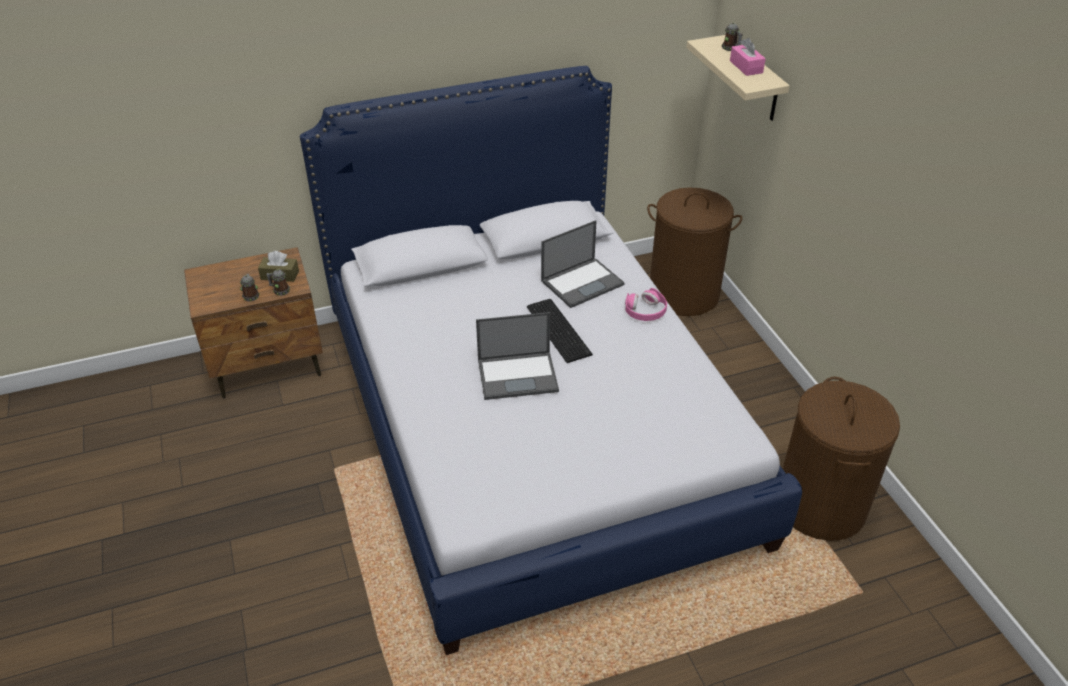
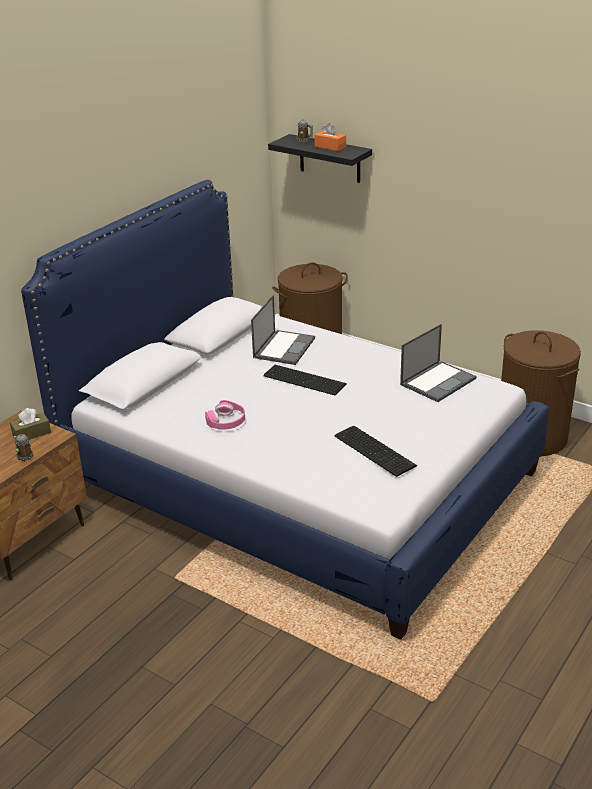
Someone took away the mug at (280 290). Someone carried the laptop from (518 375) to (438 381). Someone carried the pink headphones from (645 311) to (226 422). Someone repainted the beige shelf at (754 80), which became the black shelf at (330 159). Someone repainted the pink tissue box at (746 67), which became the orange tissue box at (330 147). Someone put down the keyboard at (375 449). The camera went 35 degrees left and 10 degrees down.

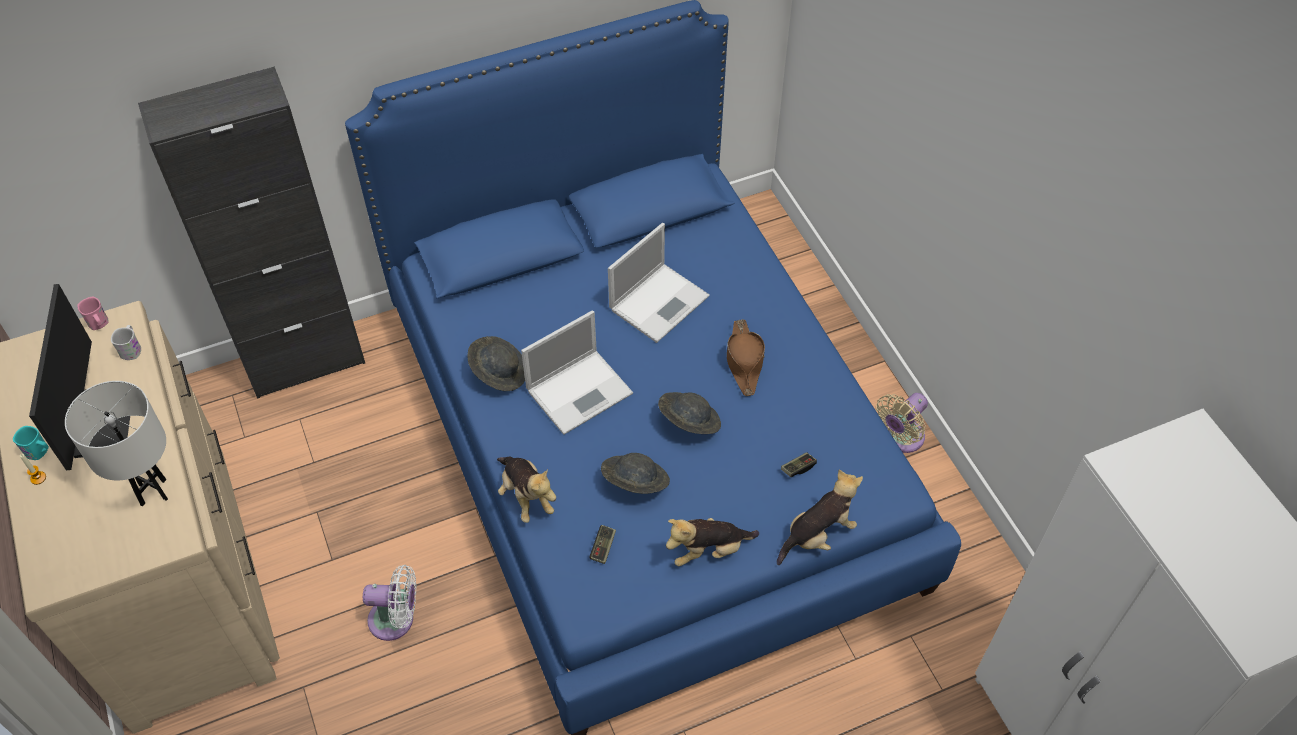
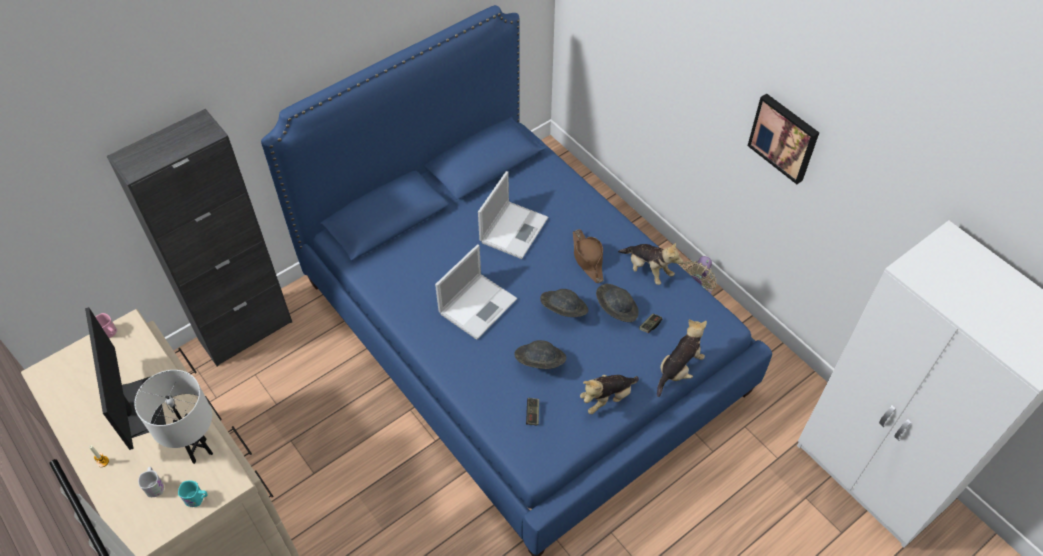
Someone carried the turquoise mug from (40 452) to (197 499). Someone carried the white mug from (131 349) to (155 485). Someone took away the white fan at (396 620). Someone carried the grey hat from (499 372) to (616 309). Someone carried the plush toy from (526 496) to (648 270). Someone put up the picture at (784 137). The camera went 15 degrees left and 0 degrees up.

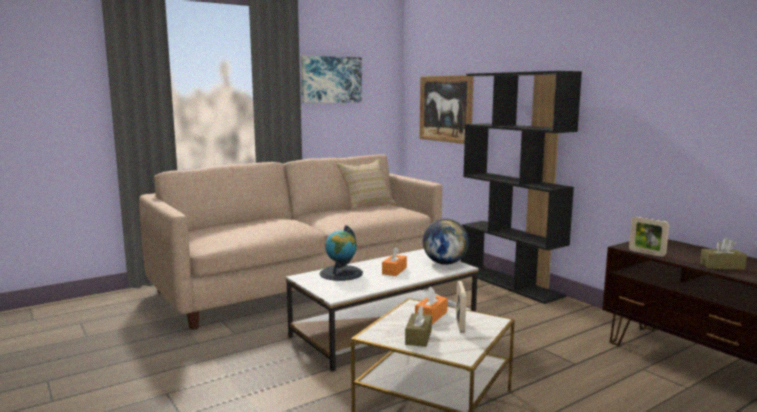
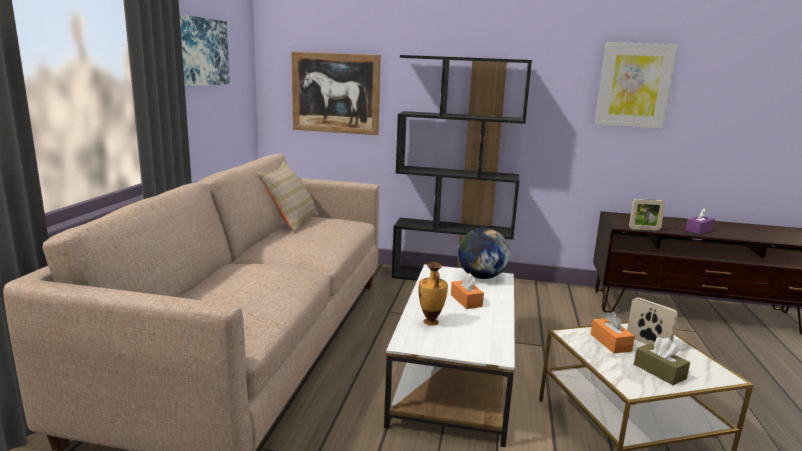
Someone swapped the globe at (341 273) for the vase at (430 322). Someone repainted the brown tissue box at (722 266), which became the purple tissue box at (698 230). Someone put up the picture at (634 85). The camera went 45 degrees left and 5 degrees up.

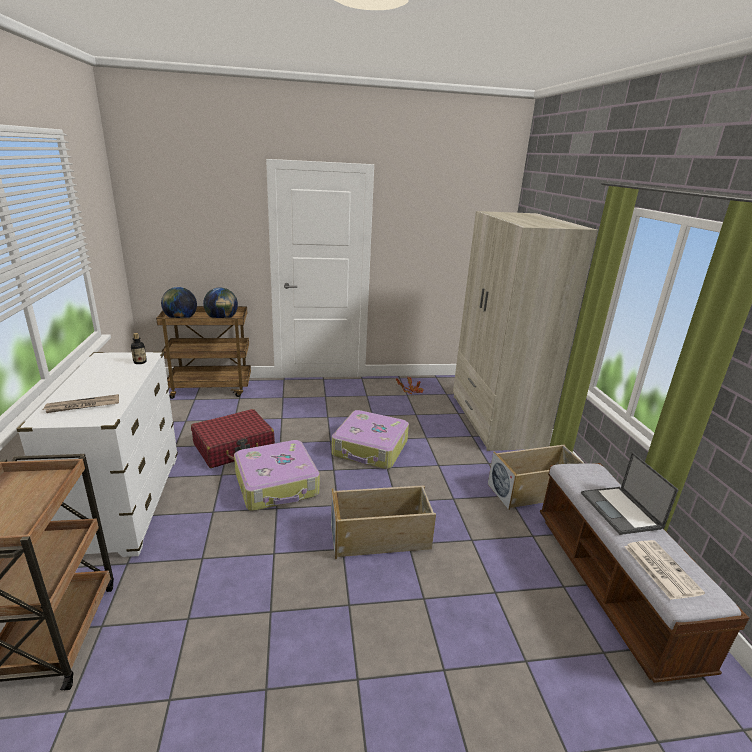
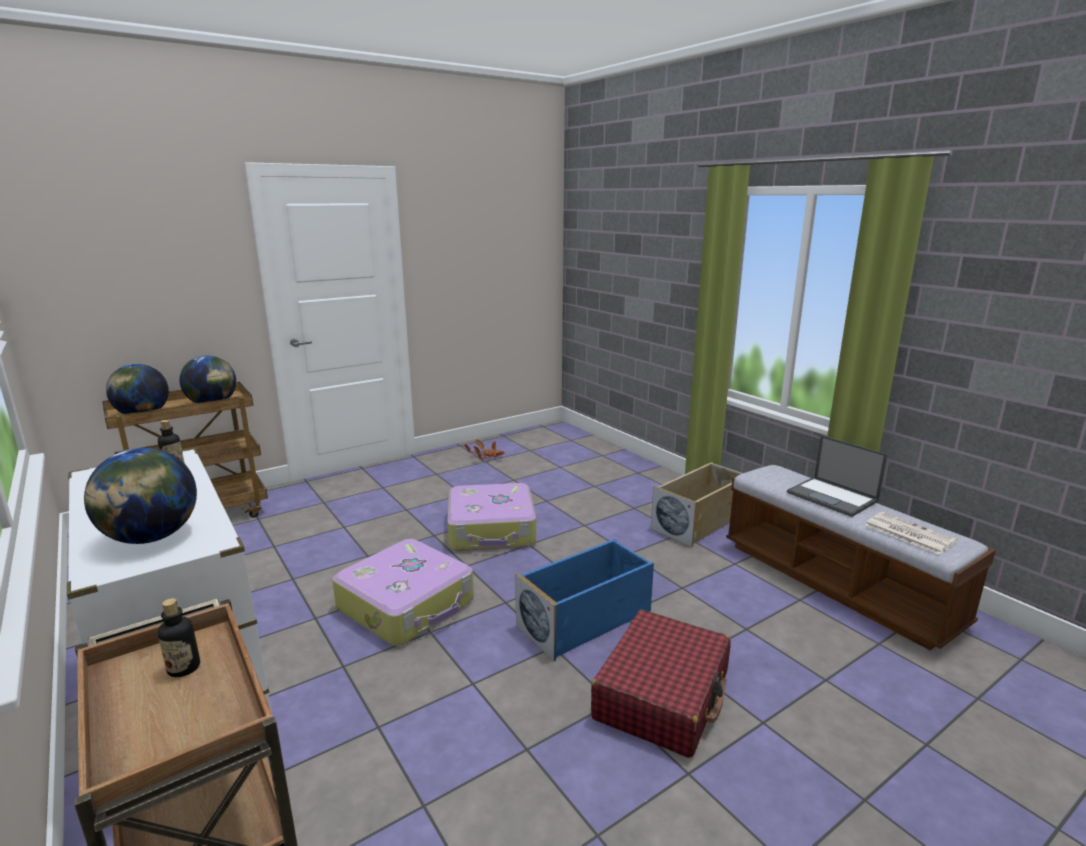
Someone swapped the newspaper at (82 406) for the globe at (151 537). Someone carried the red suitcase from (234 447) to (662 695). Someone repainted the beige storage box at (380 537), which became the blue storage box at (585 618). Someone took away the beige wardrobe at (495 421). Someone put down the bottle at (184 668). The camera went 25 degrees left and 5 degrees down.

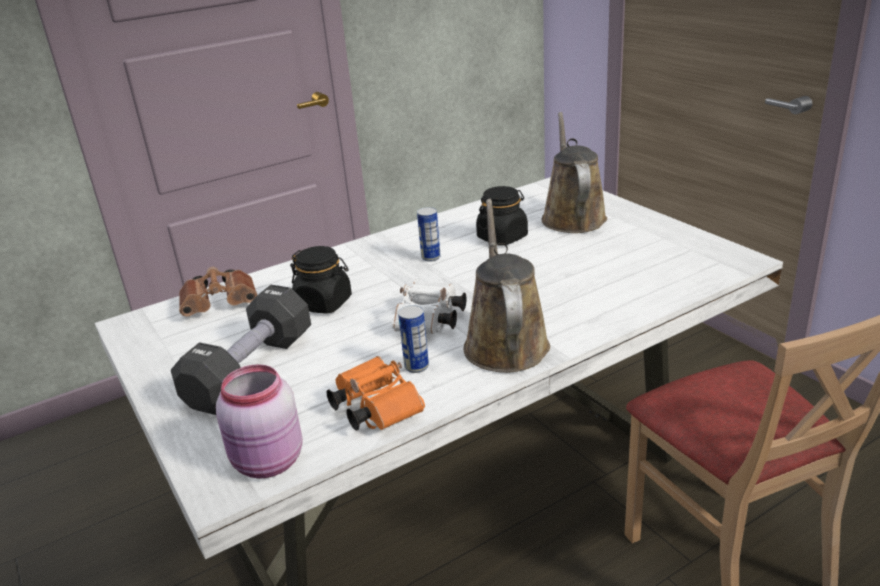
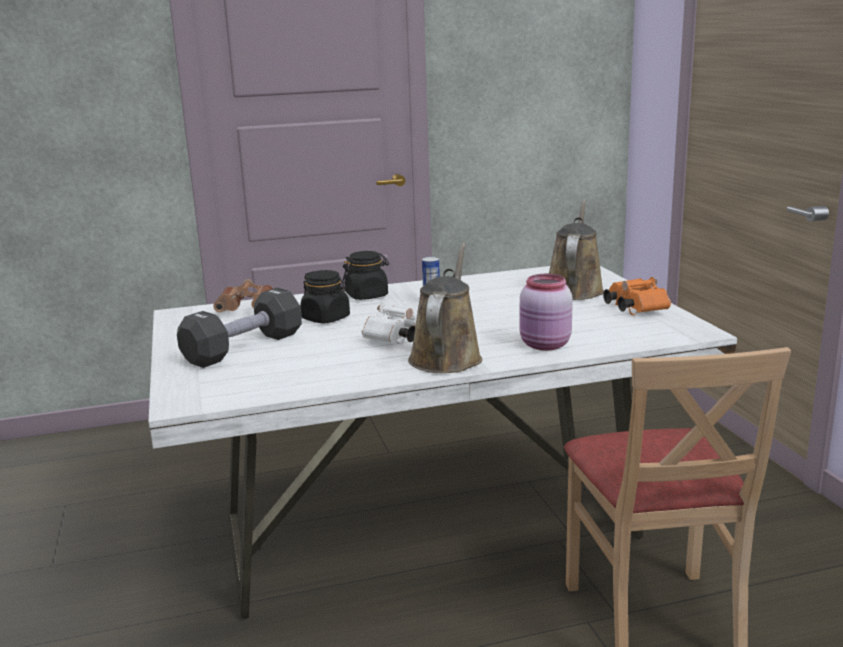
Someone carried the pink jar from (269 463) to (545 345). Someone carried the orange binoculars from (374 408) to (634 308). Someone took away the can at (416 366). Someone carried the black jar from (502 237) to (367 295). The camera went 15 degrees right and 10 degrees down.

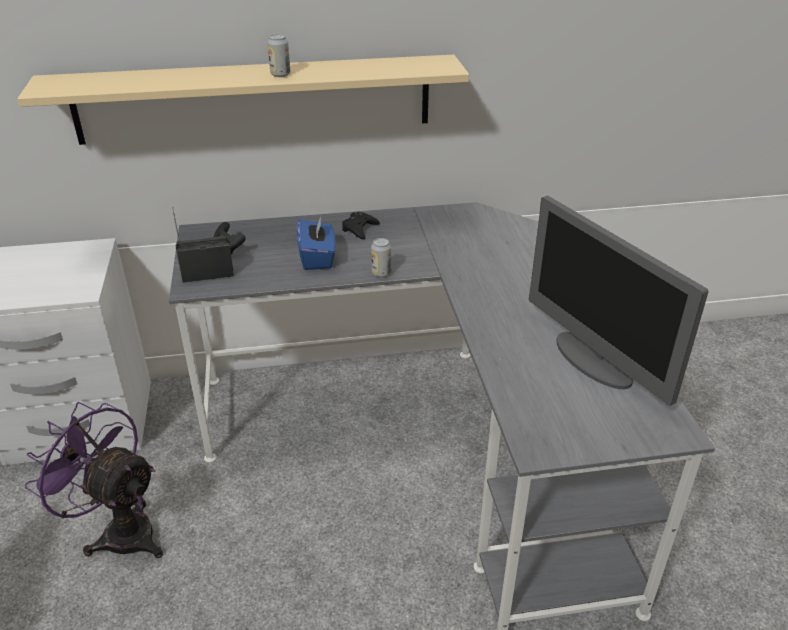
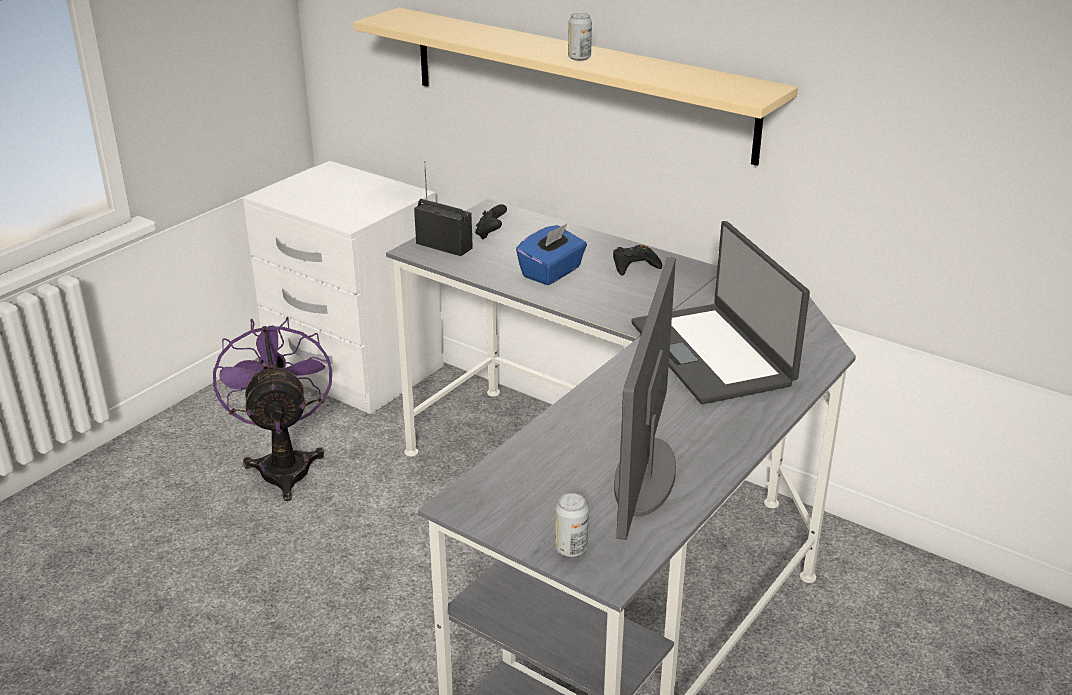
Someone carried the can from (381 273) to (571 549). Someone put down the laptop at (713 353). The camera went 45 degrees right and 5 degrees down.

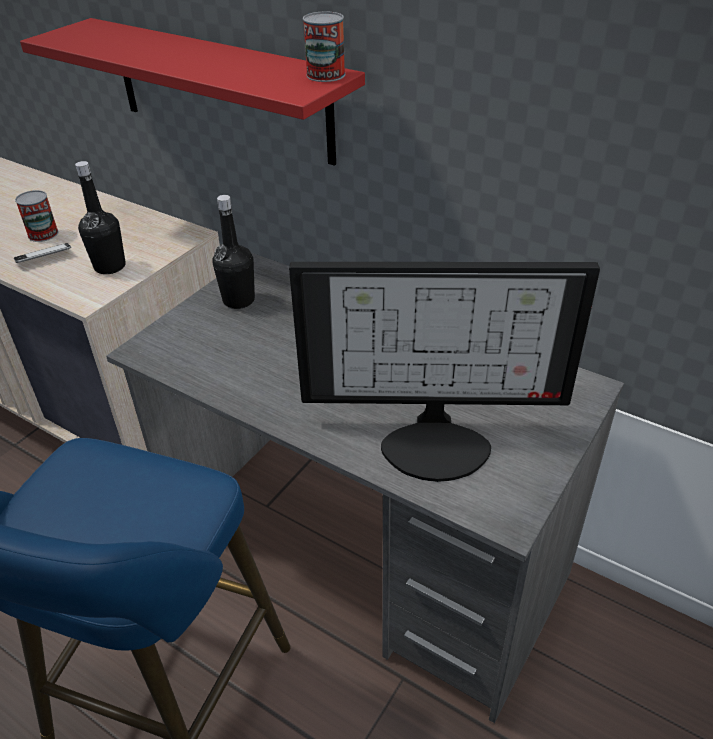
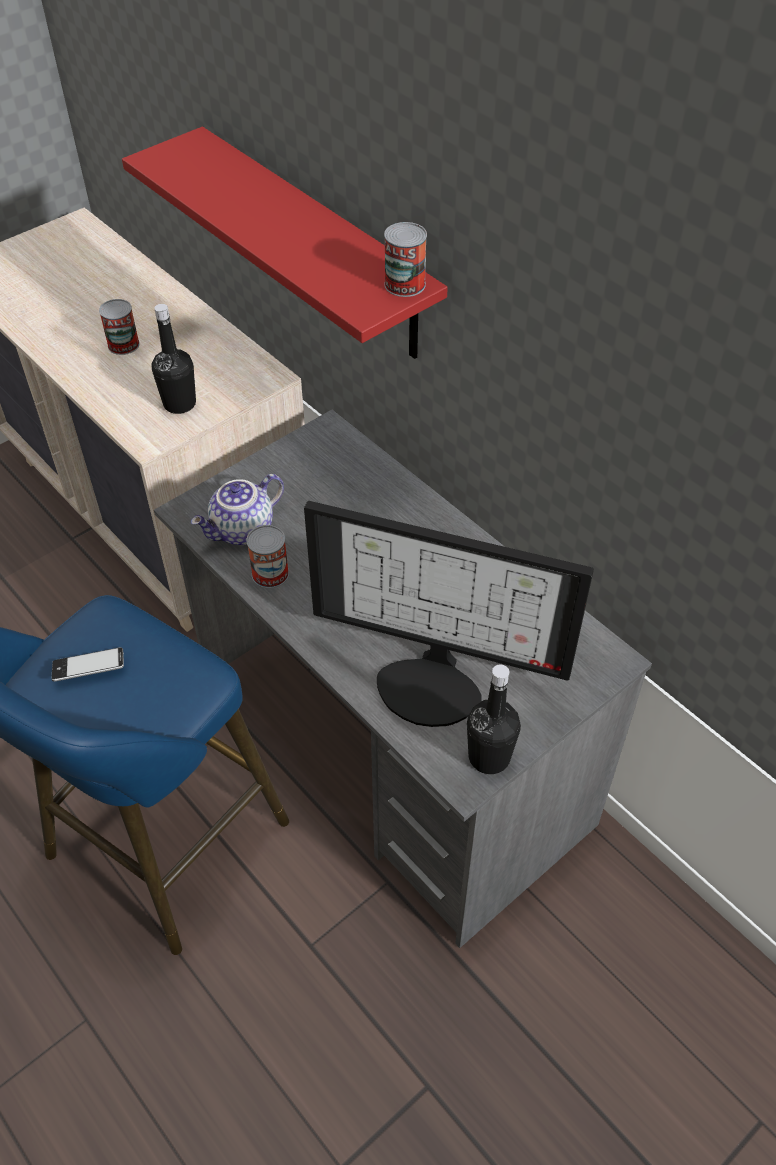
Someone carried the phone from (44 257) to (89 668). Someone carried the black bottle from (239 300) to (489 757). Someone put down the teapot at (243 531). Someone put down the can at (270 574). The camera went 15 degrees right and 10 degrees up.

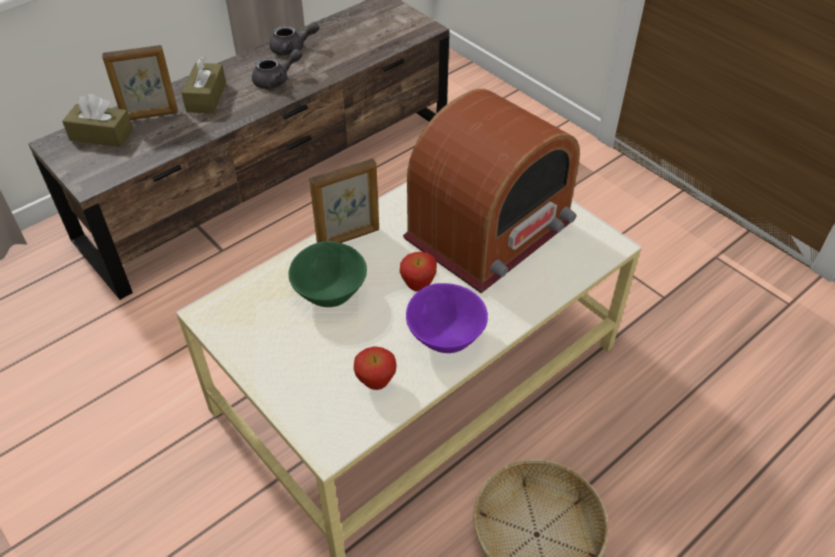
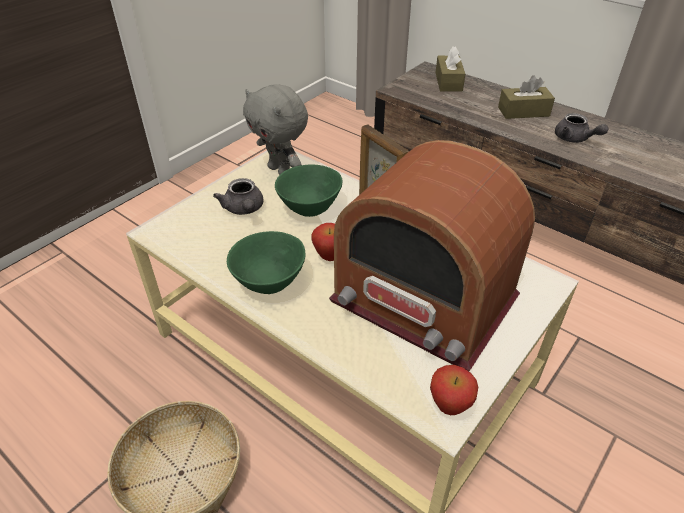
Someone took away the picture frame at (150 115). Someone carried the grey teapot from (292 49) to (244 209). Someone carried the apple from (376 383) to (449 406). Someone repainted the purple bowl at (443 338), which became the green bowl at (268 281). Someone put down the grey plush toy at (281 171). The camera went 80 degrees right and 5 degrees down.

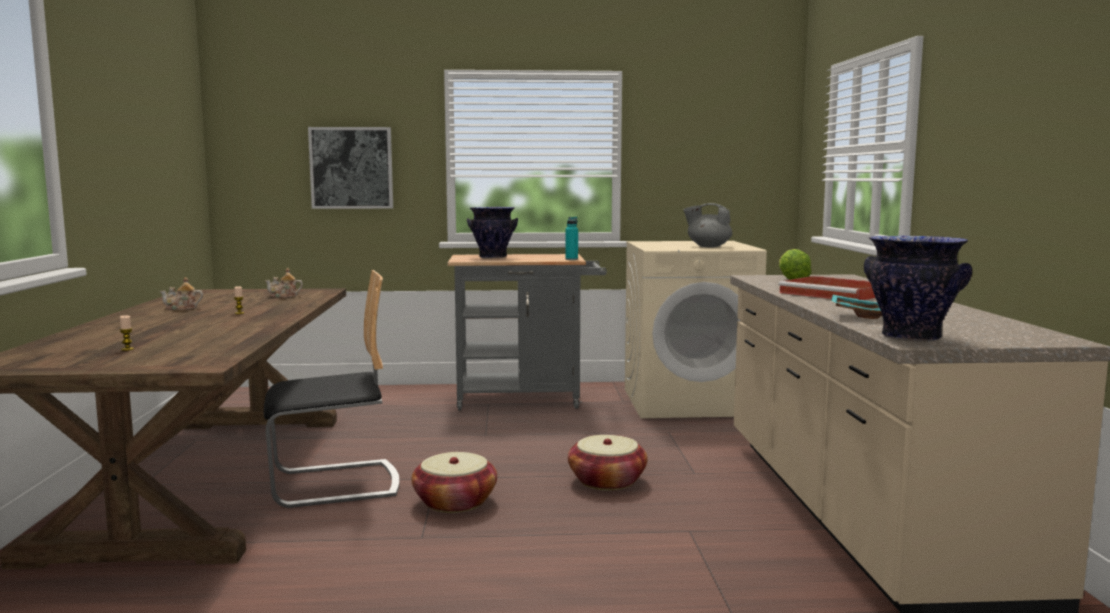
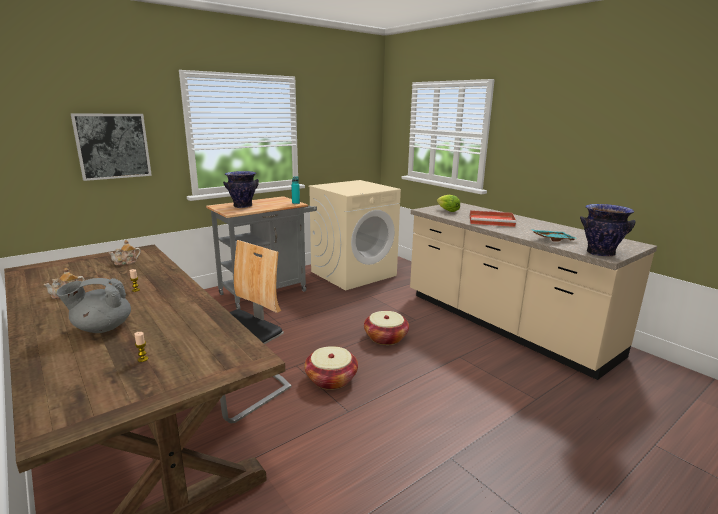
Someone carried the grey teapot from (708 246) to (102 328). The camera went 35 degrees left and 10 degrees up.

